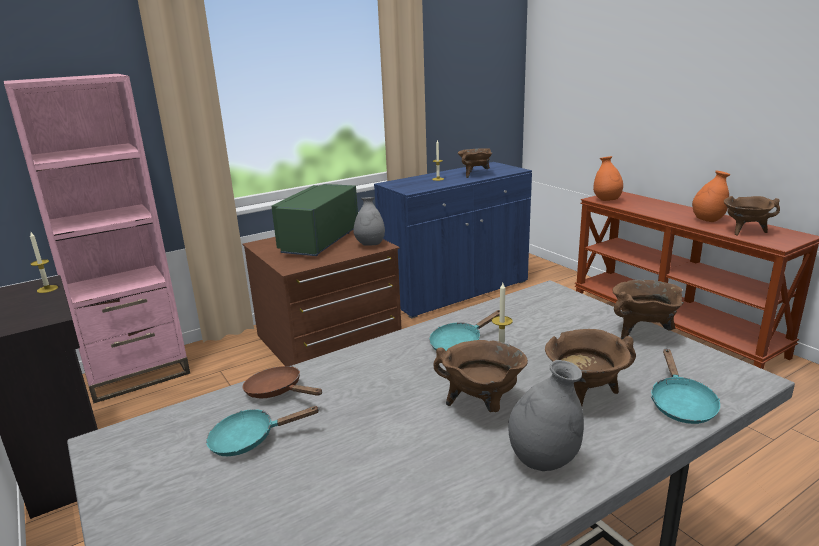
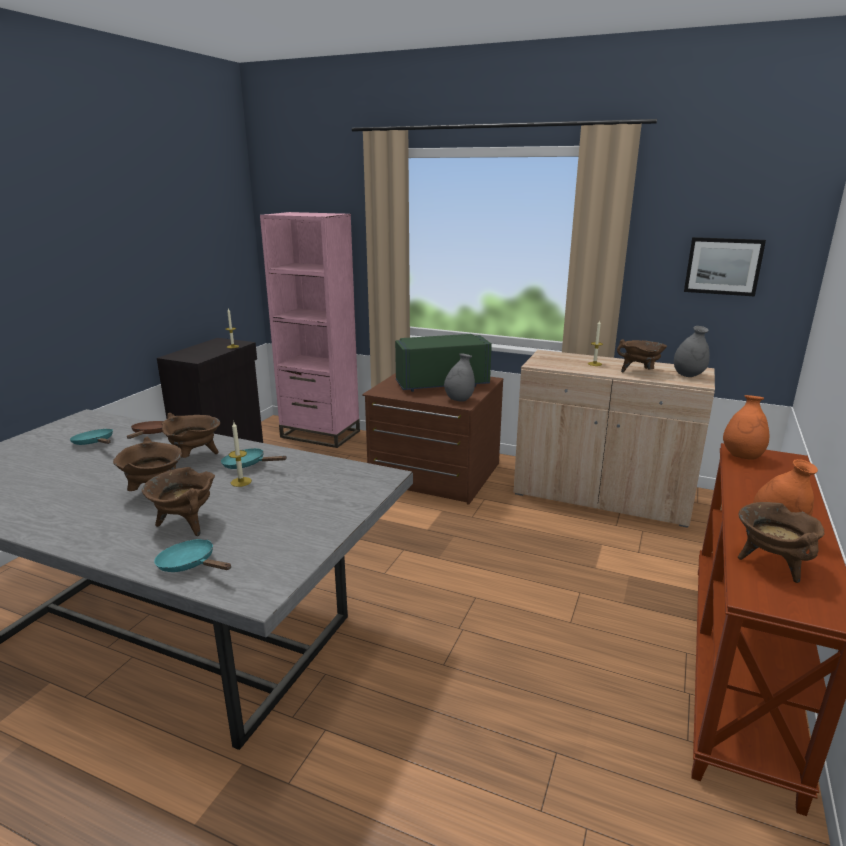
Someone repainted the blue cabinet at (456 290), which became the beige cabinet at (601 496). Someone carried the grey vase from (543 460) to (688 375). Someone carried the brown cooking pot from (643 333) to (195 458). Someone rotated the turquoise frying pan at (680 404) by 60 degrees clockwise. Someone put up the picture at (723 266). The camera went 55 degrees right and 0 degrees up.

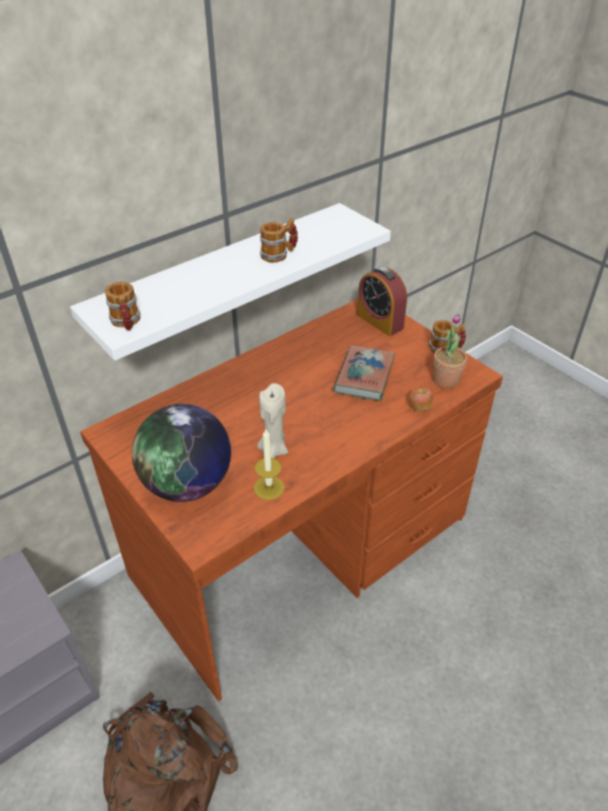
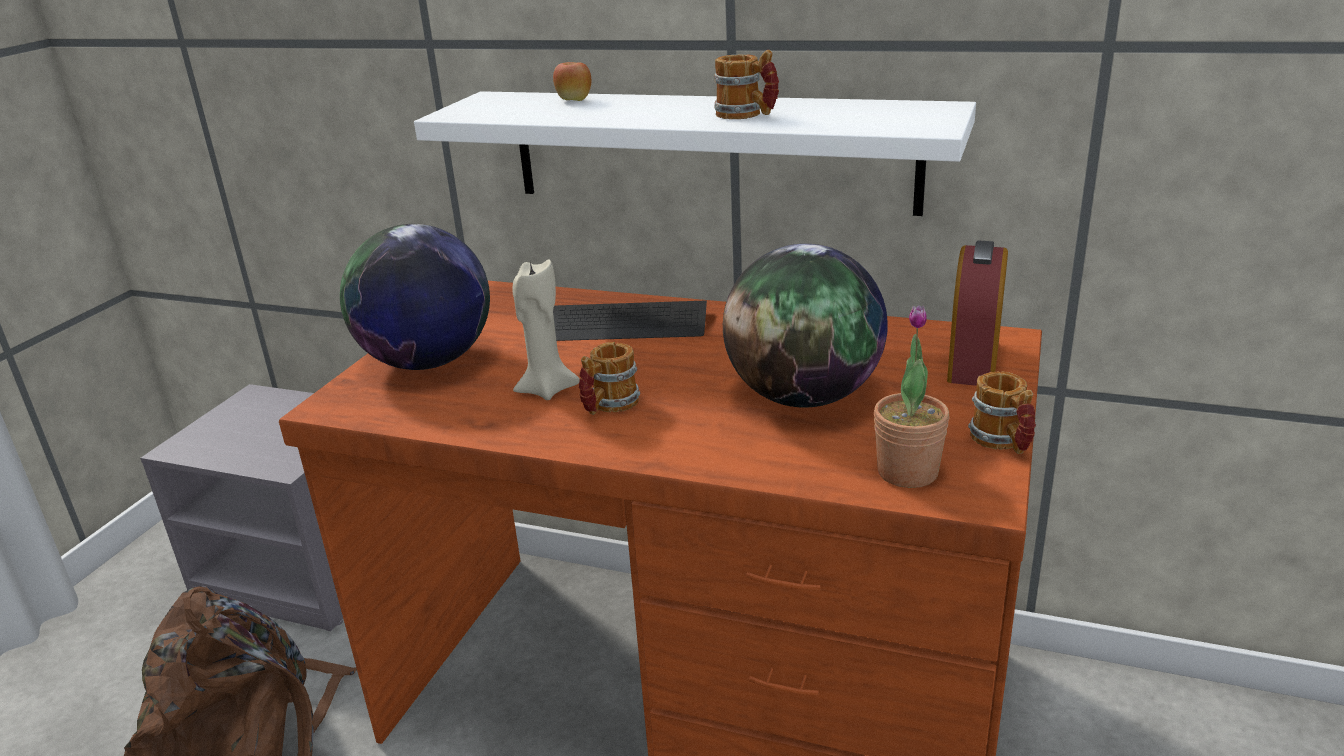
Someone carried the mug from (126 323) to (608 406). Someone took away the candle at (269 488). Someone swapped the book at (364 376) for the globe at (804 397). Someone carried the apple from (419 407) to (574 100). Someone put down the keyboard at (628 325). The camera went 60 degrees right and 15 degrees down.

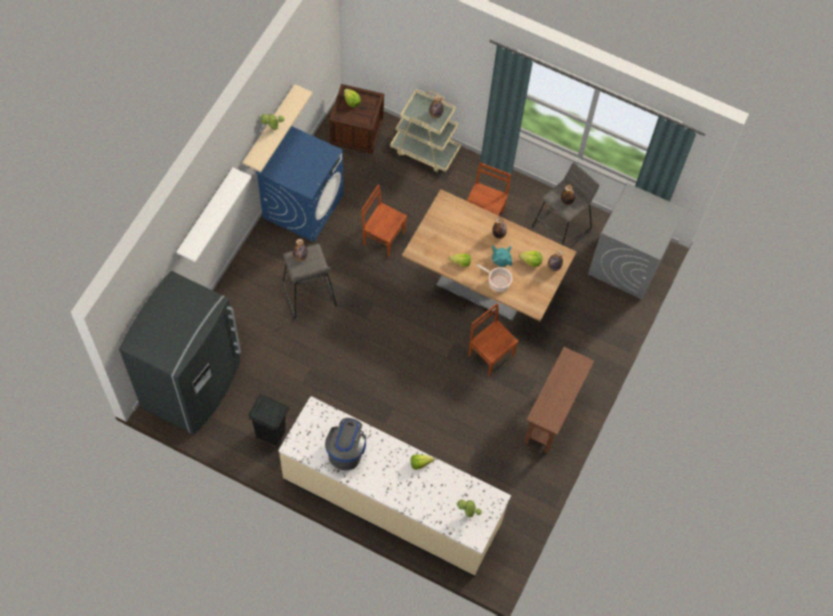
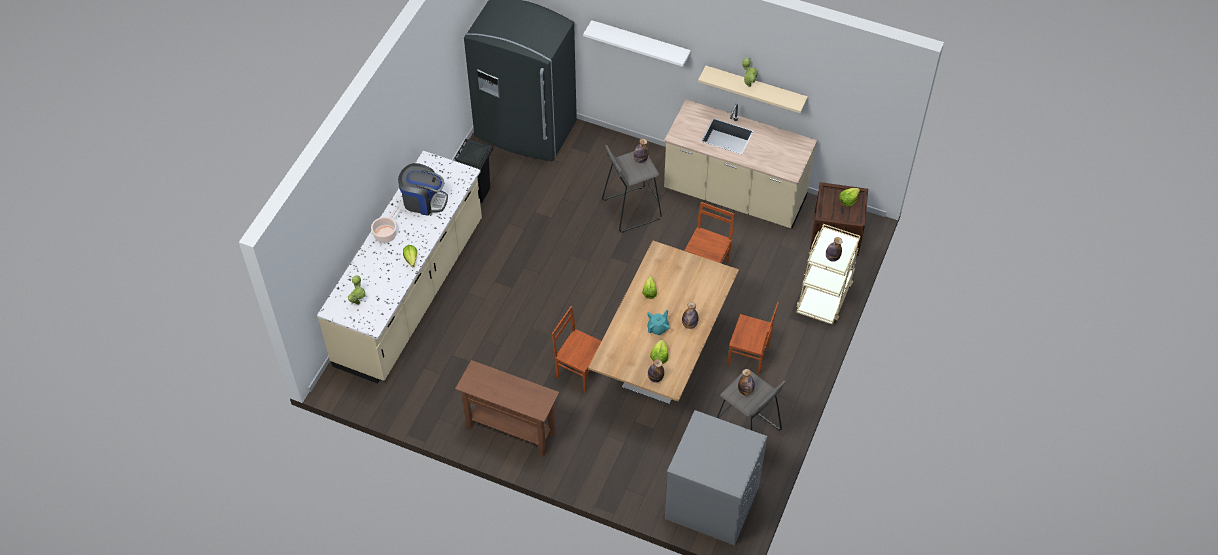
Someone swapped the blue washing machine at (303 205) for the beige counter at (734 196). Someone rotated the brown chair at (491 354) by 105 degrees counterclockwise. Someone carried the cooking pot from (497 282) to (386 233). The camera went 90 degrees right and 10 degrees down.

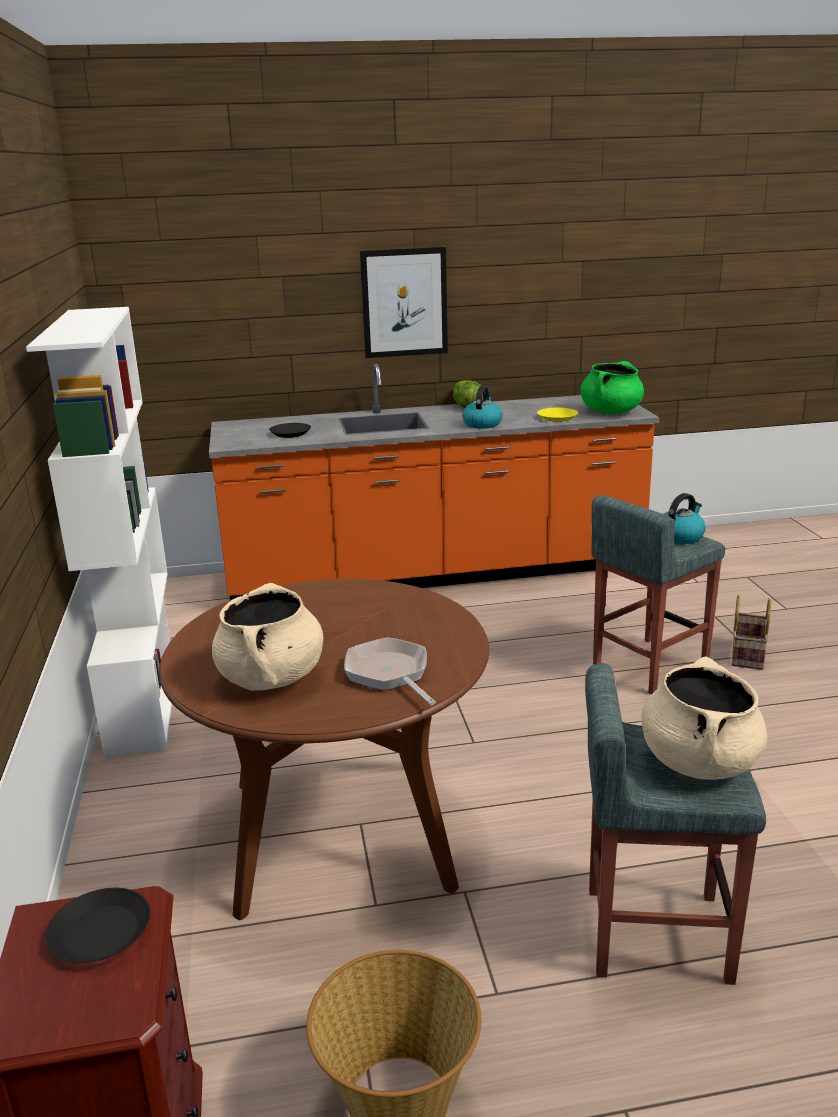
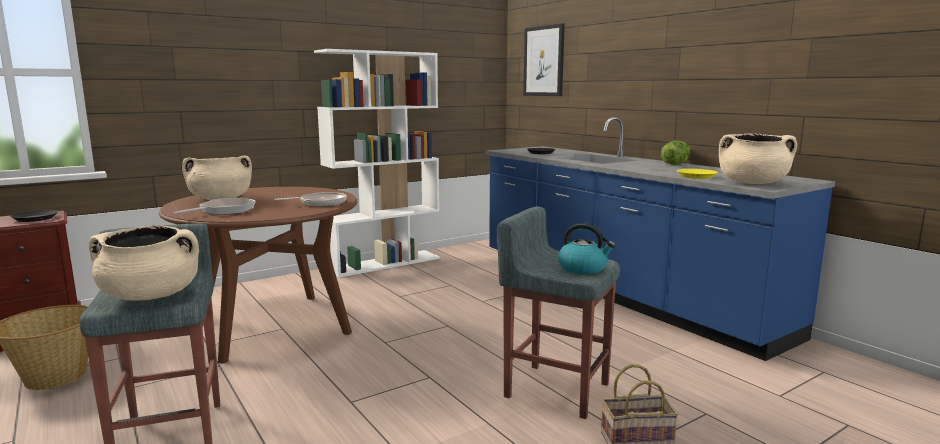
Someone repainted the orange counter at (435 574), which became the blue counter at (617 292). Someone carried the picture from (404 302) to (544 61). Someone took away the kettle at (482 424). Someone repainted the green cooking pot at (611 412), which became the beige cooking pot at (752 183). Someone put down the frying pan at (320 203). The camera went 65 degrees right and 10 degrees down.

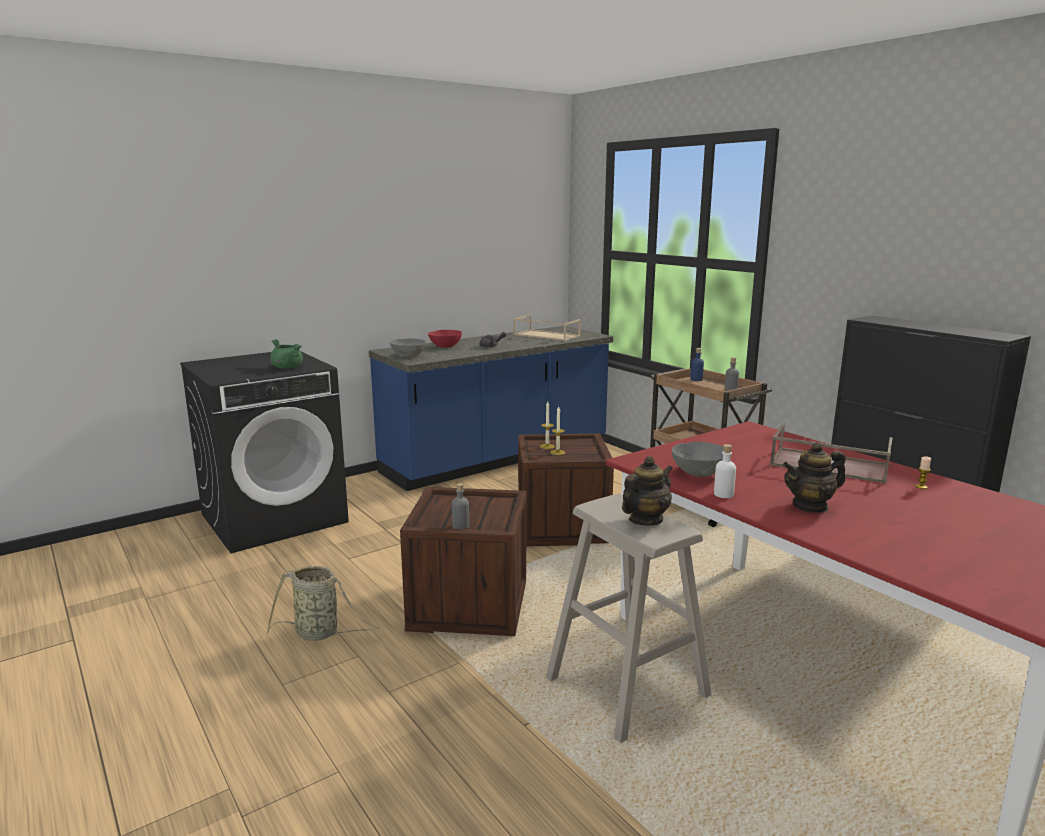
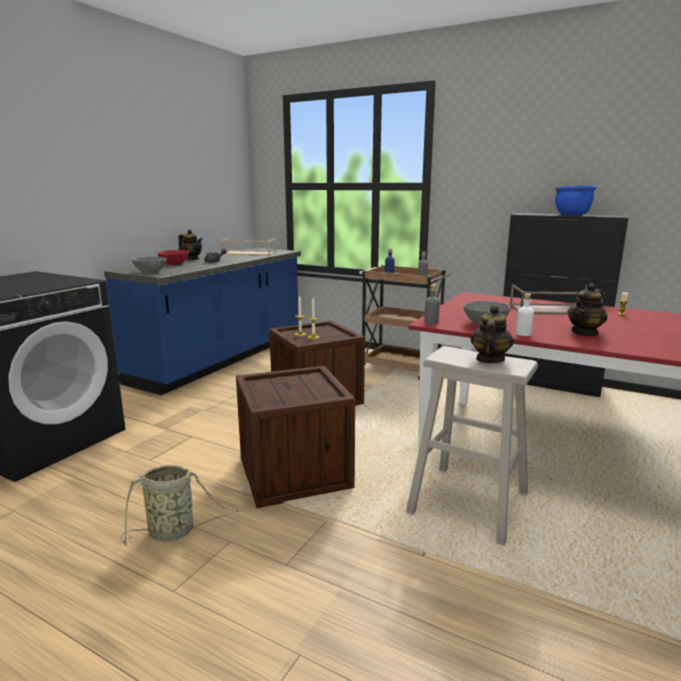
Someone took away the green cooking pot at (287 367). Someone carried the grey bottle from (460 526) to (431 322). Someone put down the teapot at (192 259). Someone put down the blue cooking pot at (572 215). The camera went 25 degrees left and 0 degrees up.

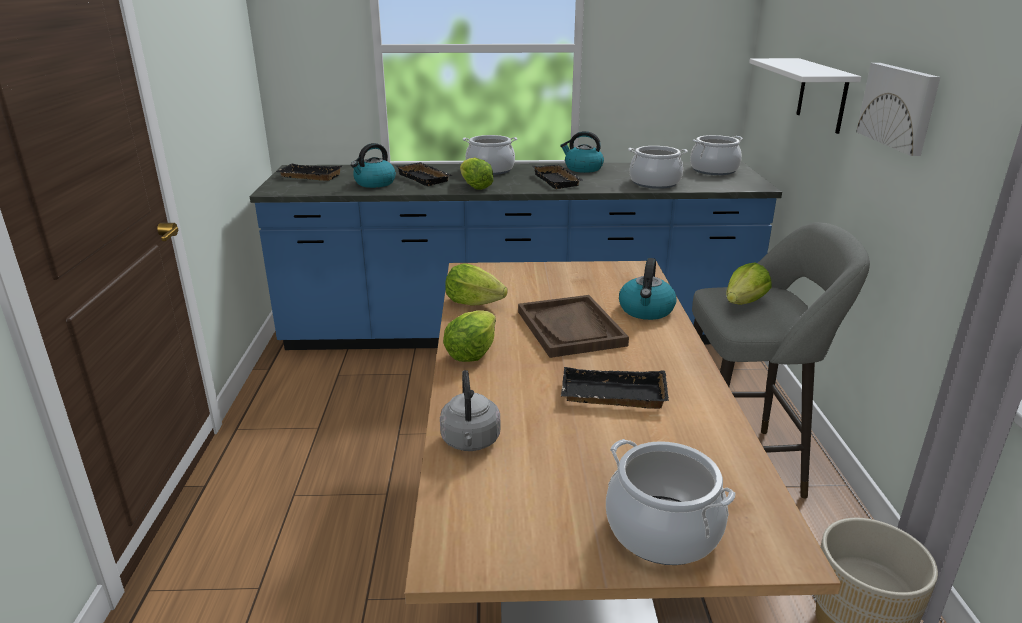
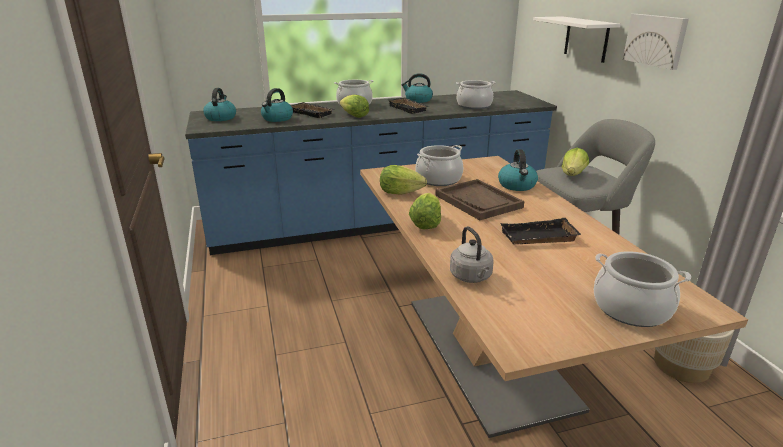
Someone swapped the black tray at (308 177) for the kettle at (221 118). Someone carried the cooking pot from (714 170) to (439 179). The camera went 15 degrees left and 0 degrees up.

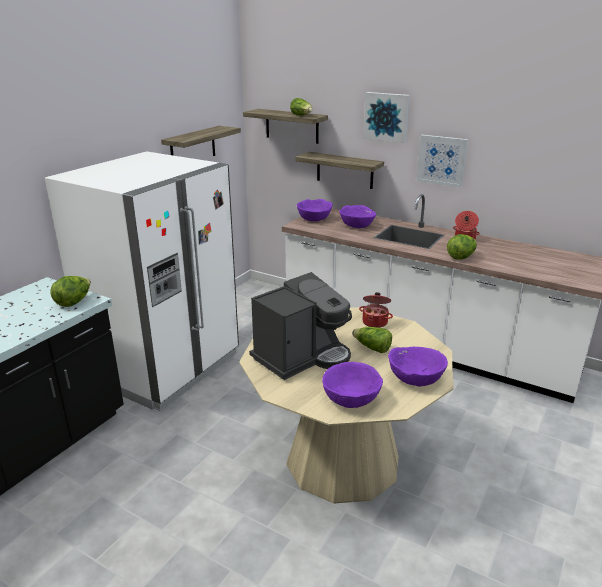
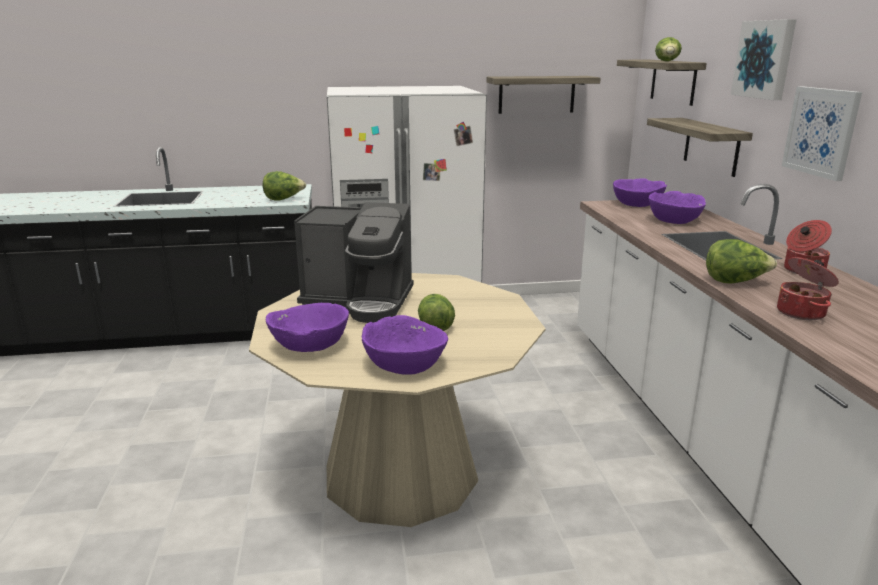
Someone carried the cooking pot from (375 322) to (802 312). The camera went 50 degrees right and 5 degrees down.

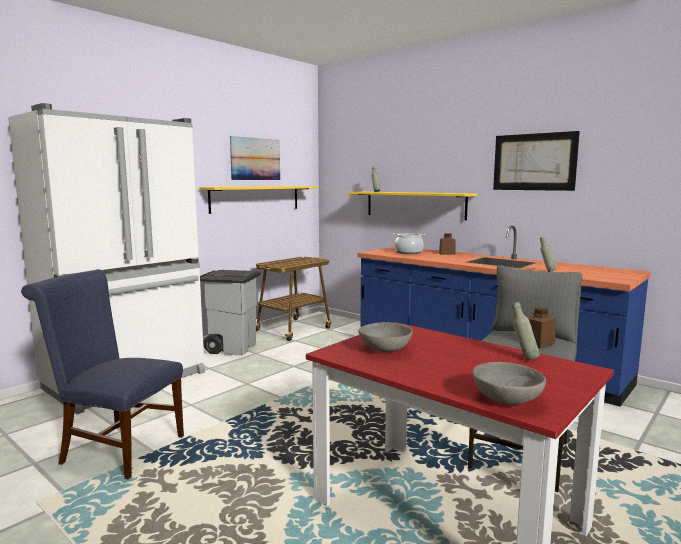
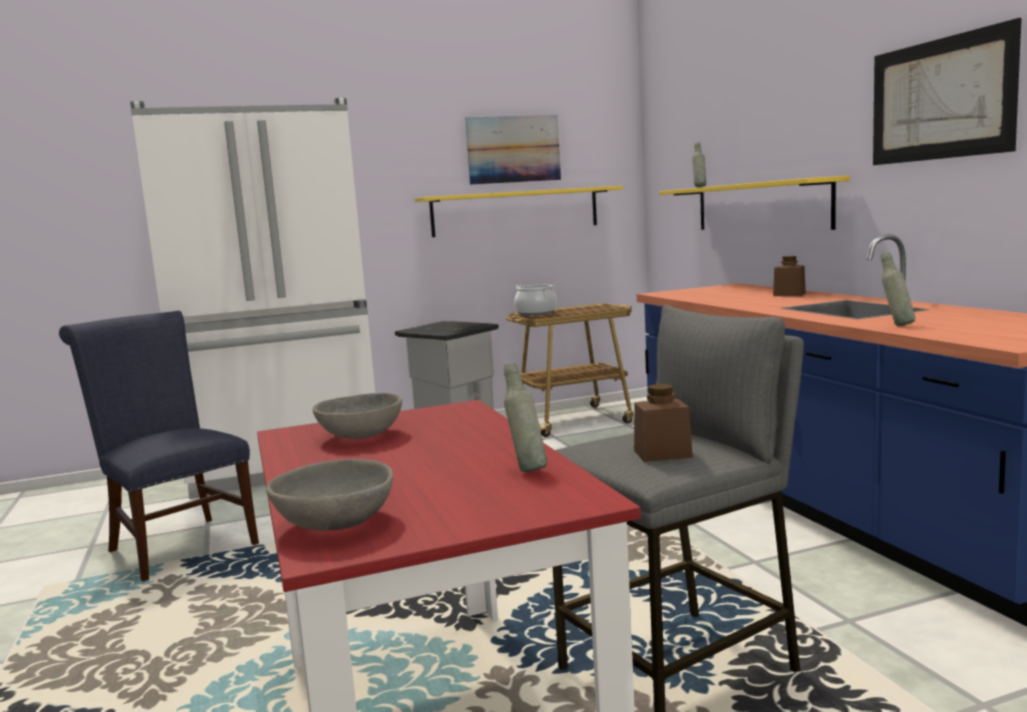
Someone carried the cooking pot from (408 252) to (536 313). The camera went 30 degrees right and 0 degrees up.

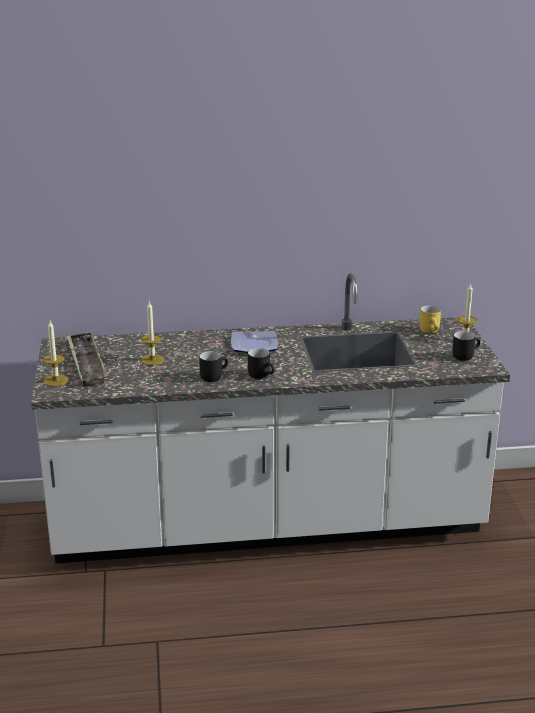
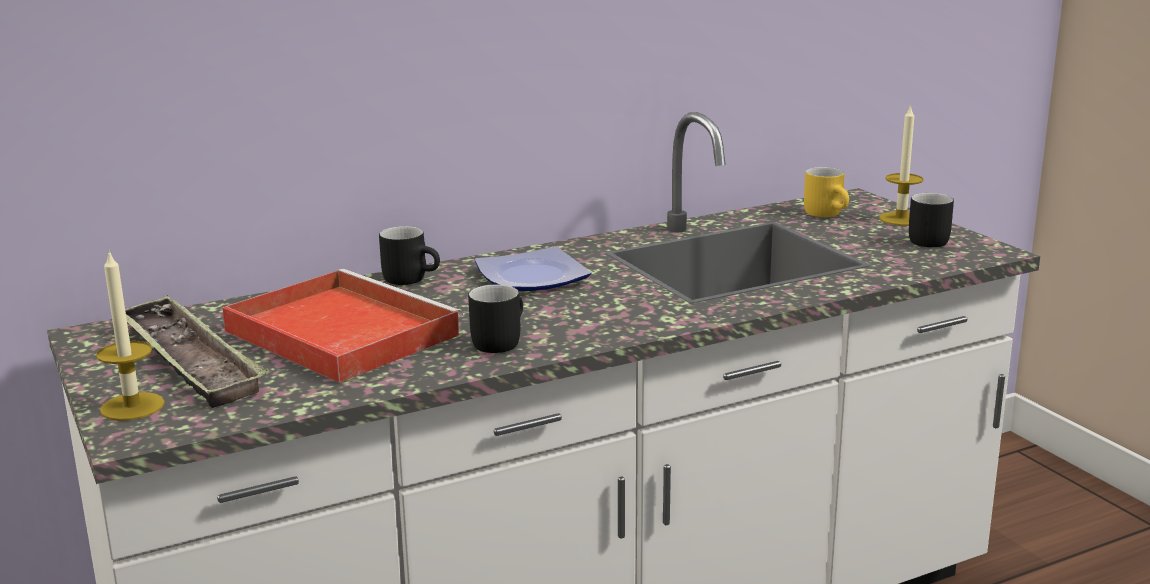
Someone swapped the candle at (152 360) for the red tray at (338 332). Someone carried the black mug from (262 375) to (412 278). The camera went 20 degrees left and 5 degrees down.

